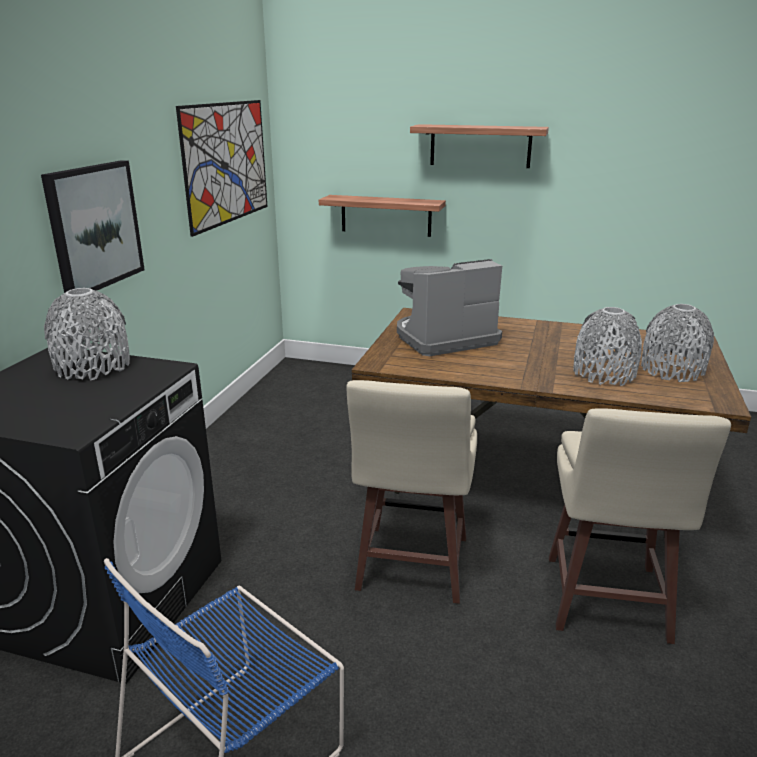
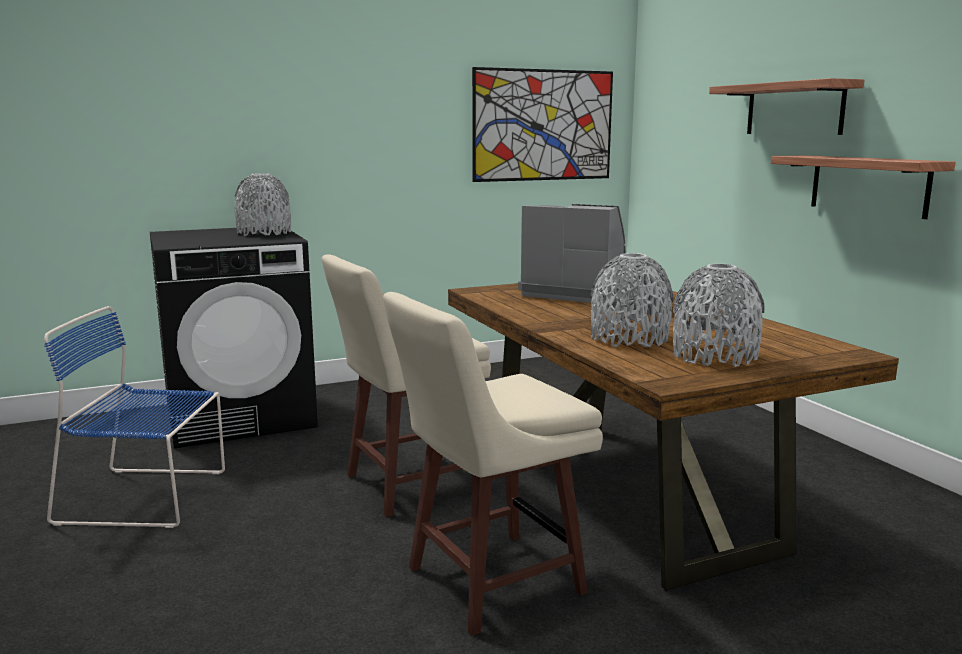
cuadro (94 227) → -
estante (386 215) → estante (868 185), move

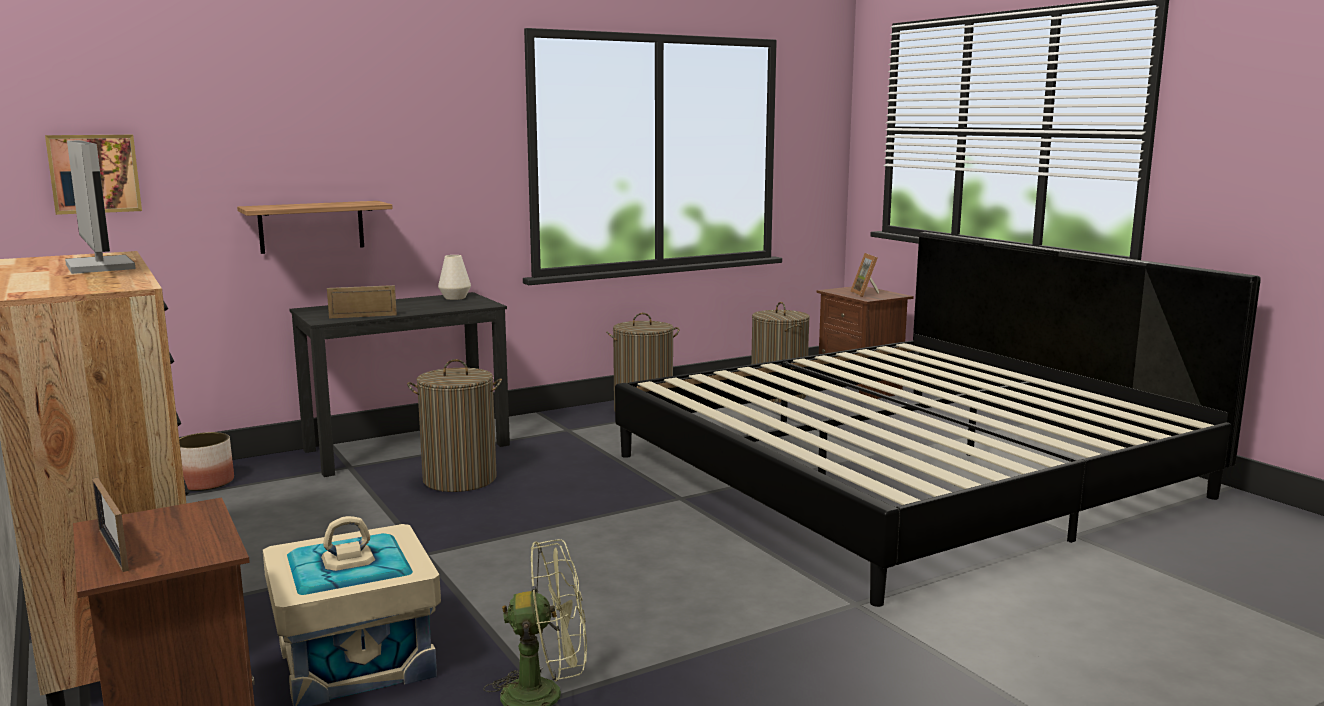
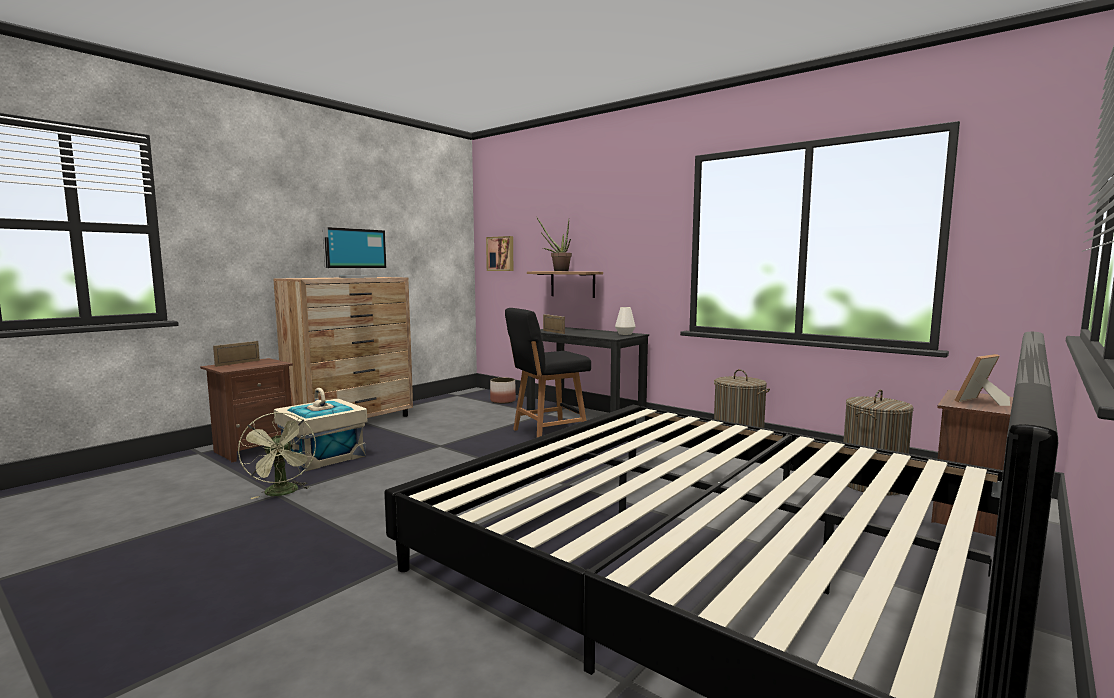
- → planta en maceta (557 271)
cesto de la ropa (459 479) → silla (negro) (547 433)

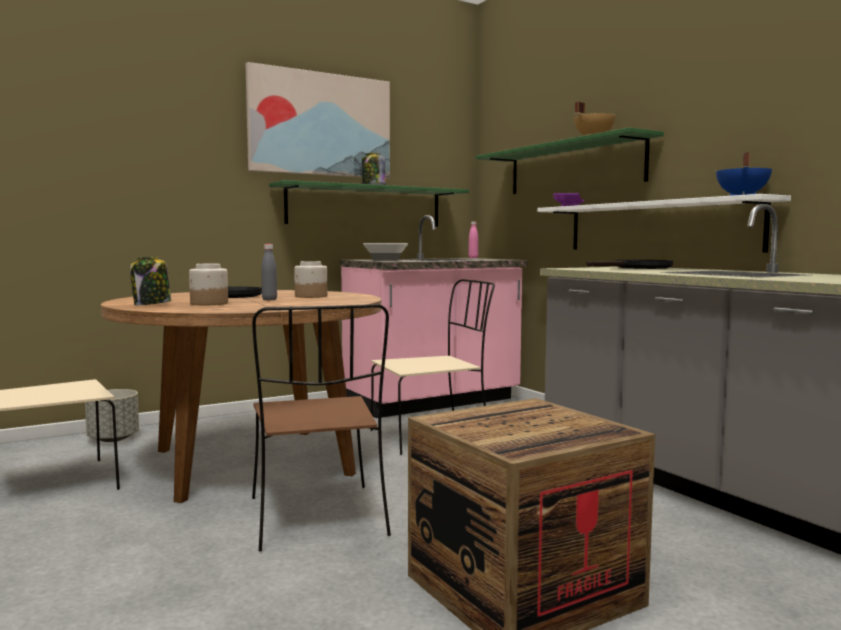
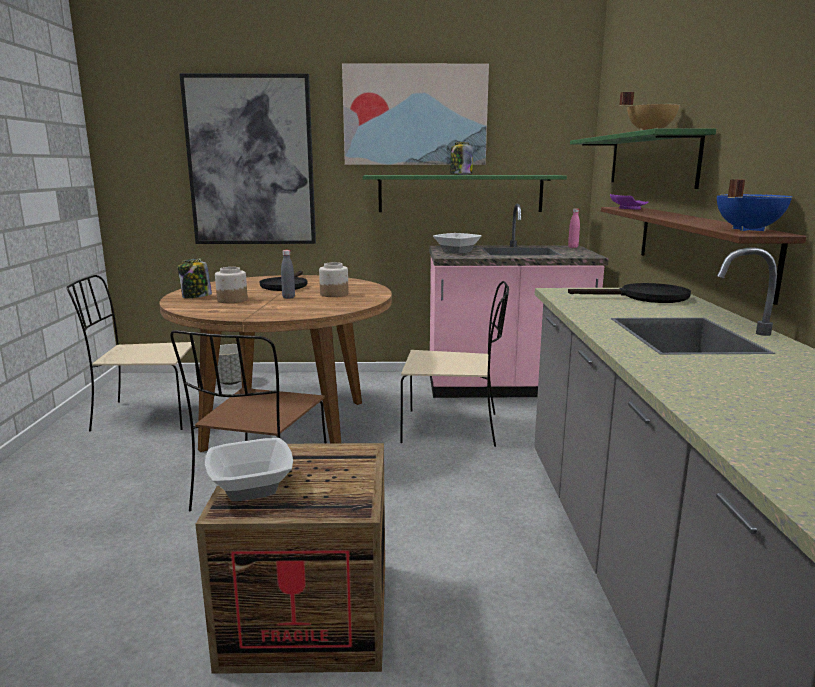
- → cuadro (251 161)
- → cuenco (252 488)
estante (blanco) (657 227) → estante (marrón) (699 246)

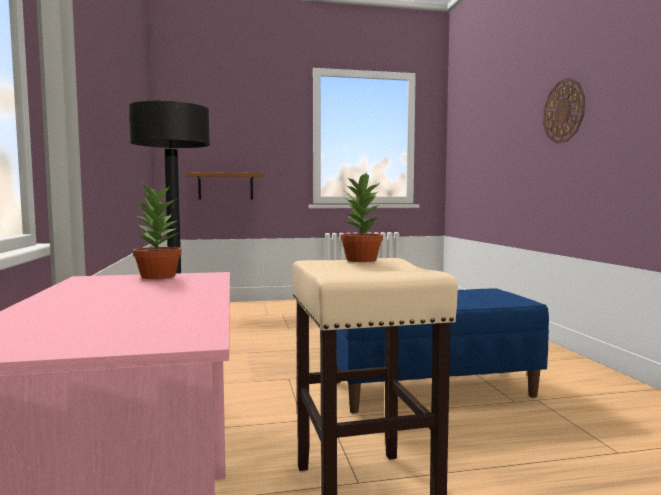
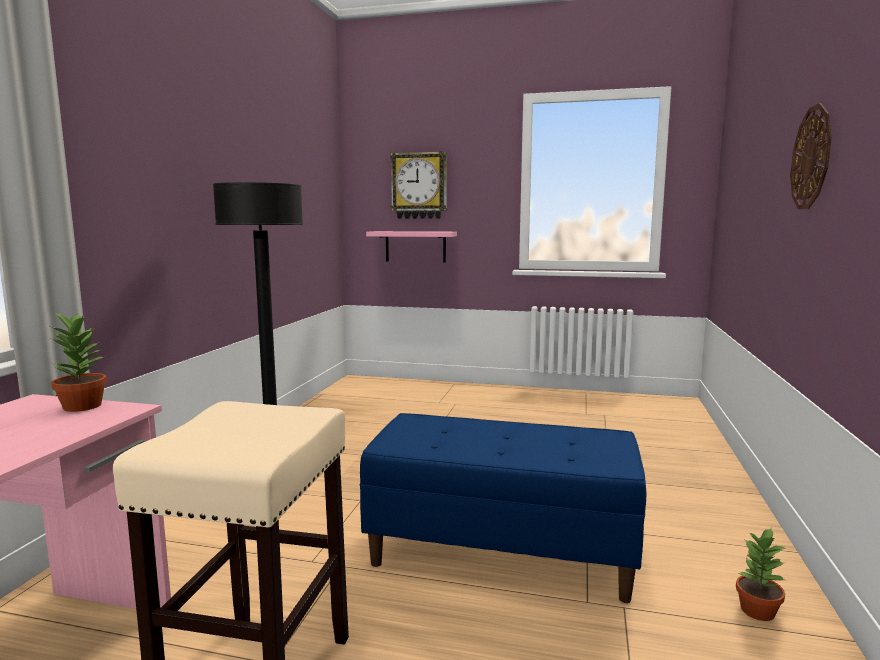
- → reloj de pared (419 186)
planta en maceta (360 260) → planta en maceta (756 611), move
estante (marrón) (225 186) → estante (rosa) (415 246)

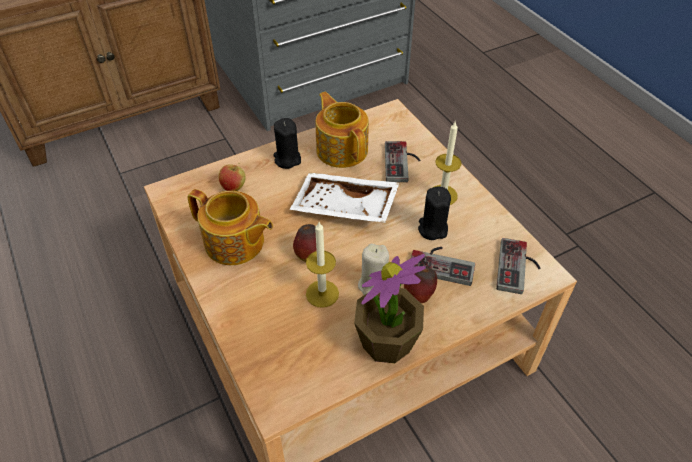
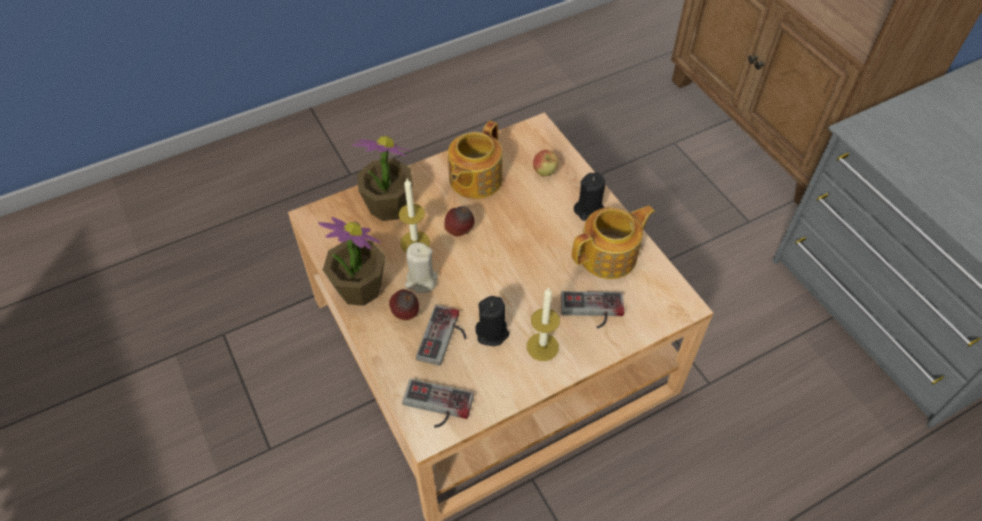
bandeja (blanco) (344 208) → -
- → planta en maceta (388 206)

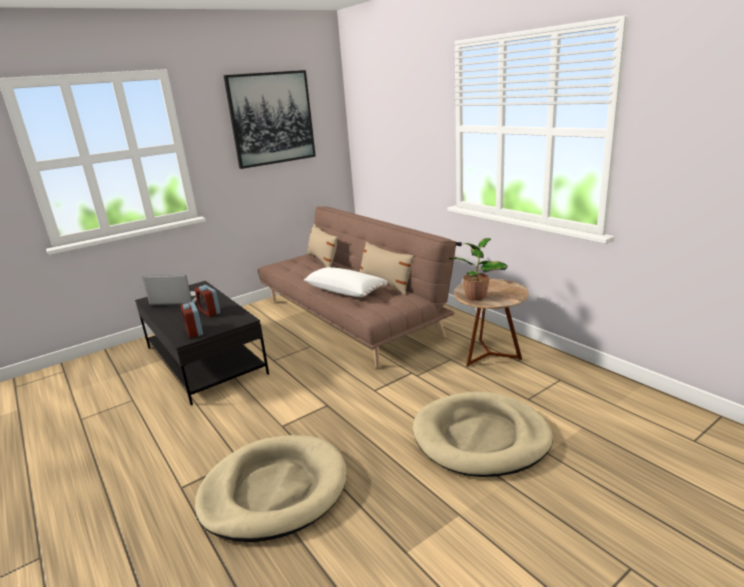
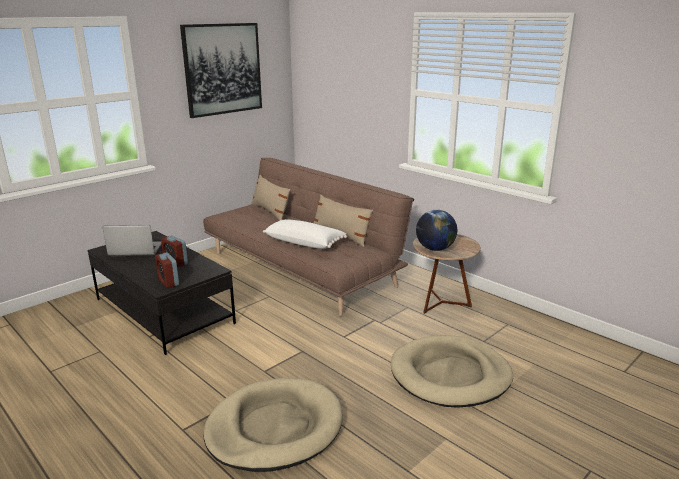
planta en maceta (476 296) → globo terráqueo (435 249)

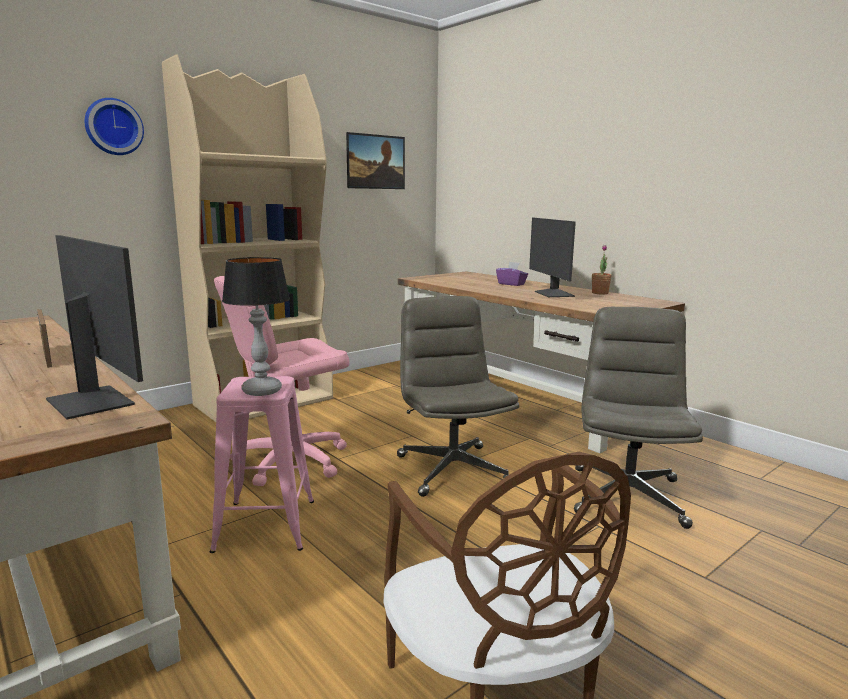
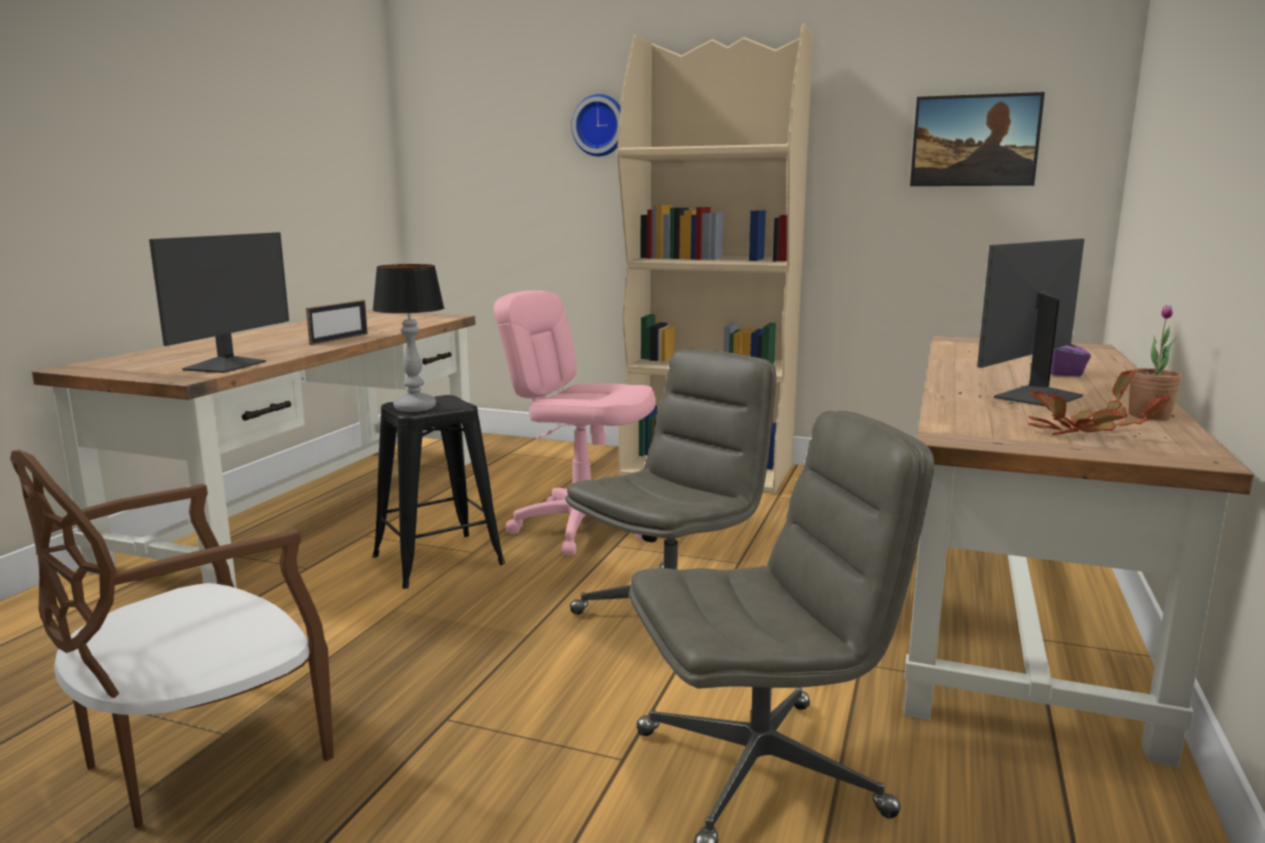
- → planta en maceta (1080 432)
taburete (rosa) (266 525) → taburete (negro) (438 560)

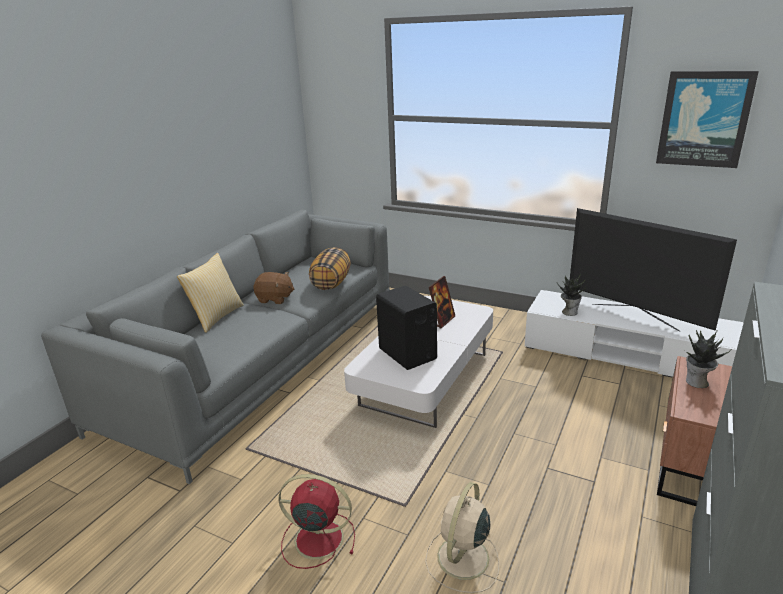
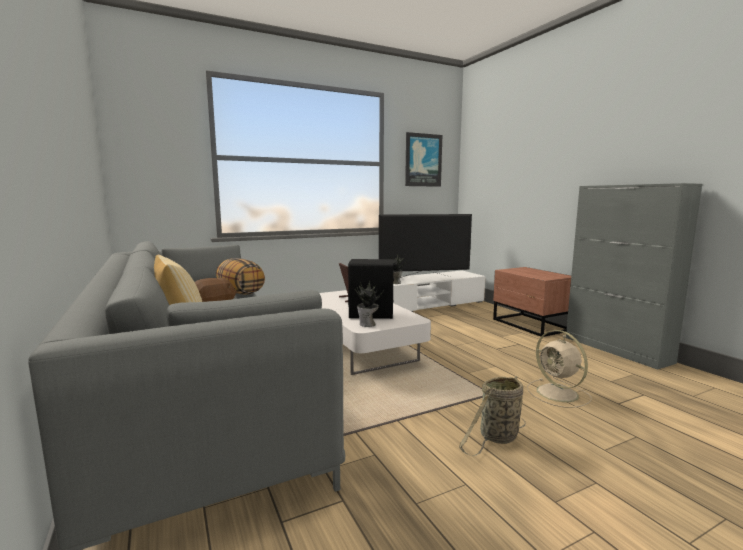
planta en maceta (697 382) → planta en maceta (367 324), move
ventilador (rojo) (317 538) → cesta (497 438)

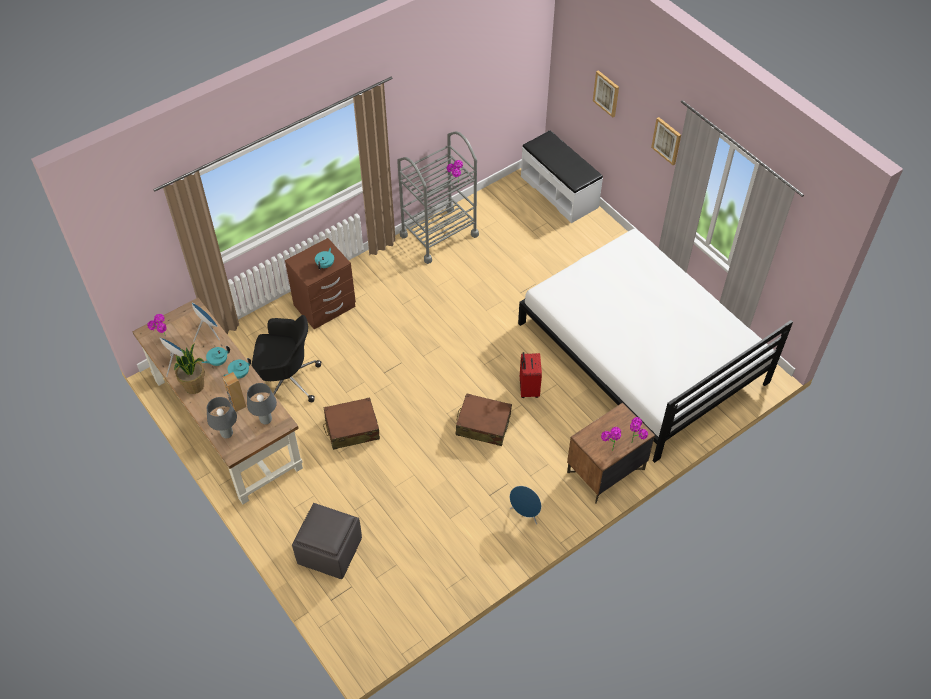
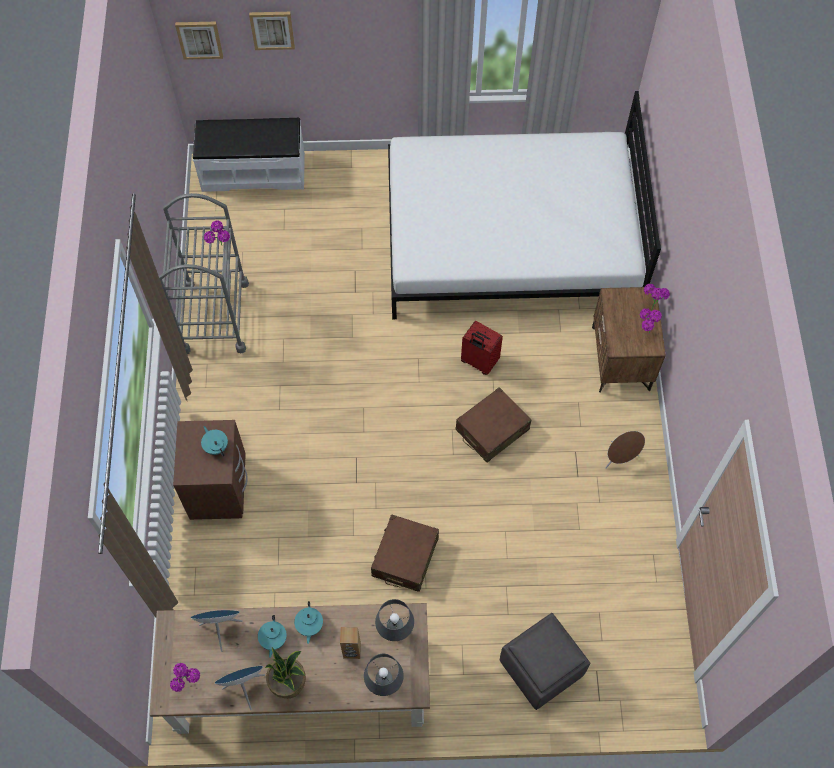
silla de oficina (negro) (287 380) → -
cuadro (667 140) → cuadro (199 39), move
altavoz (azul) (525 514) → altavoz (marrón) (620 458)

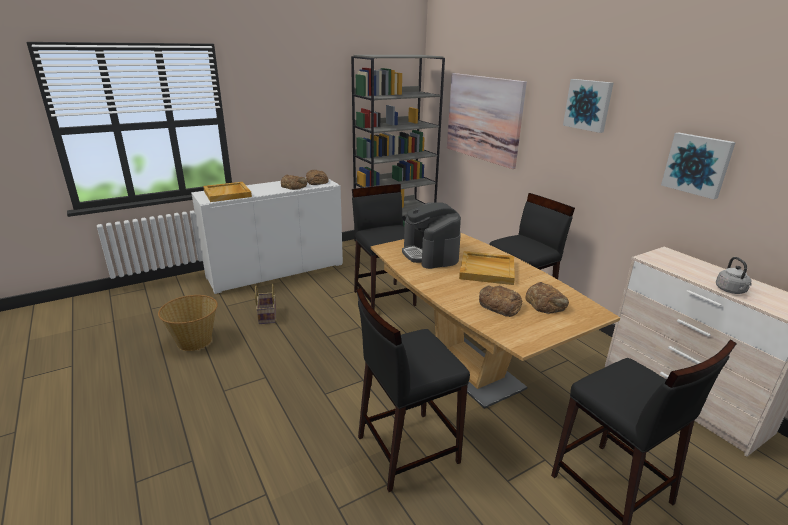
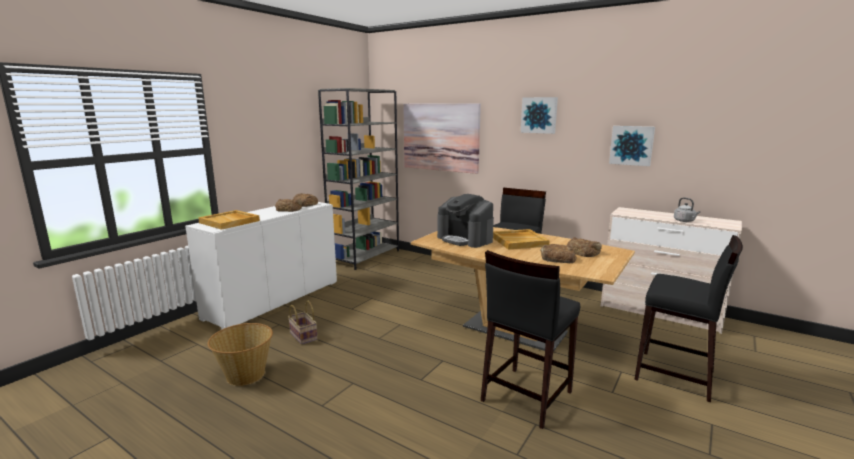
taburete (negro) (384 298) → -

